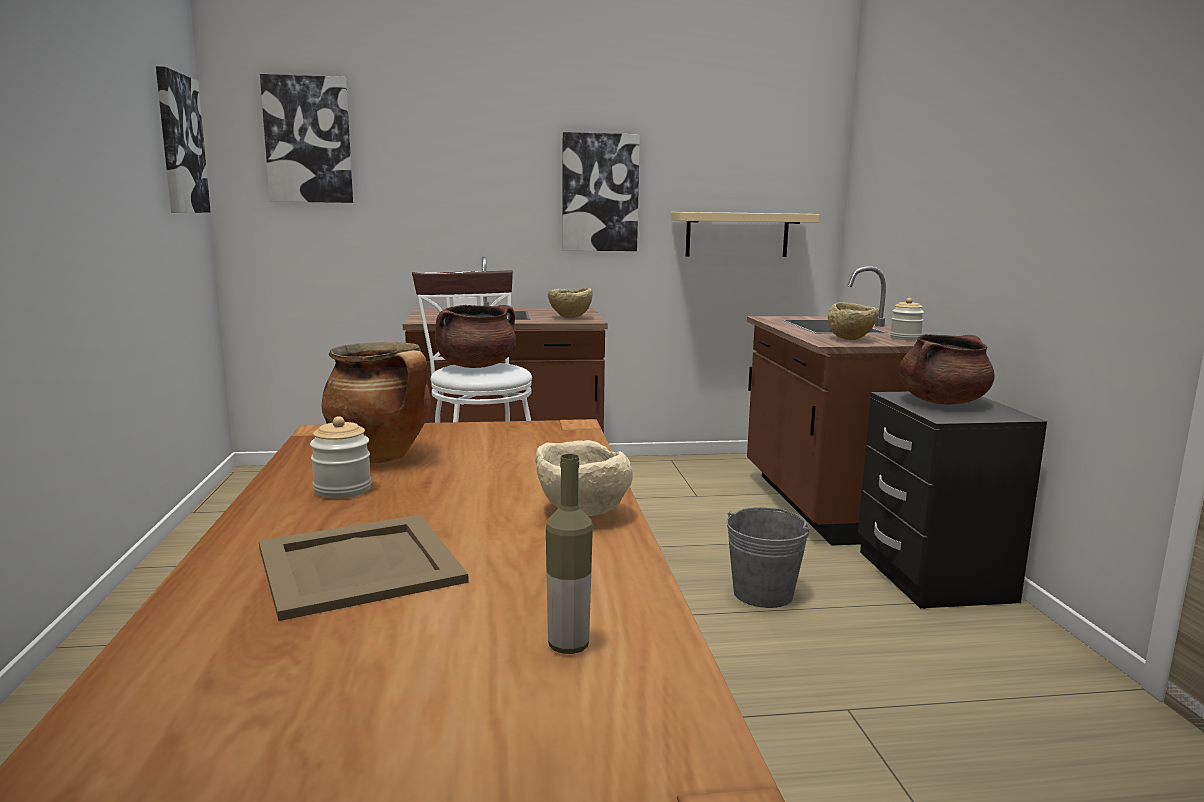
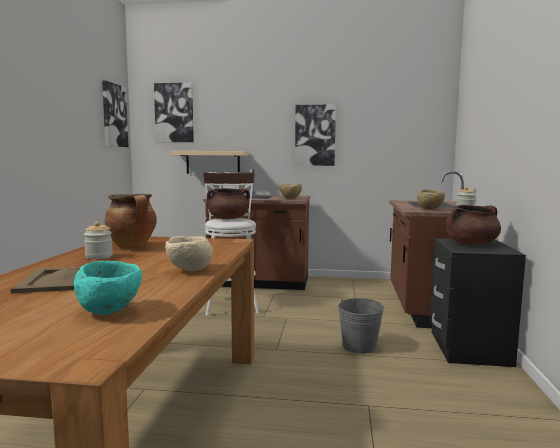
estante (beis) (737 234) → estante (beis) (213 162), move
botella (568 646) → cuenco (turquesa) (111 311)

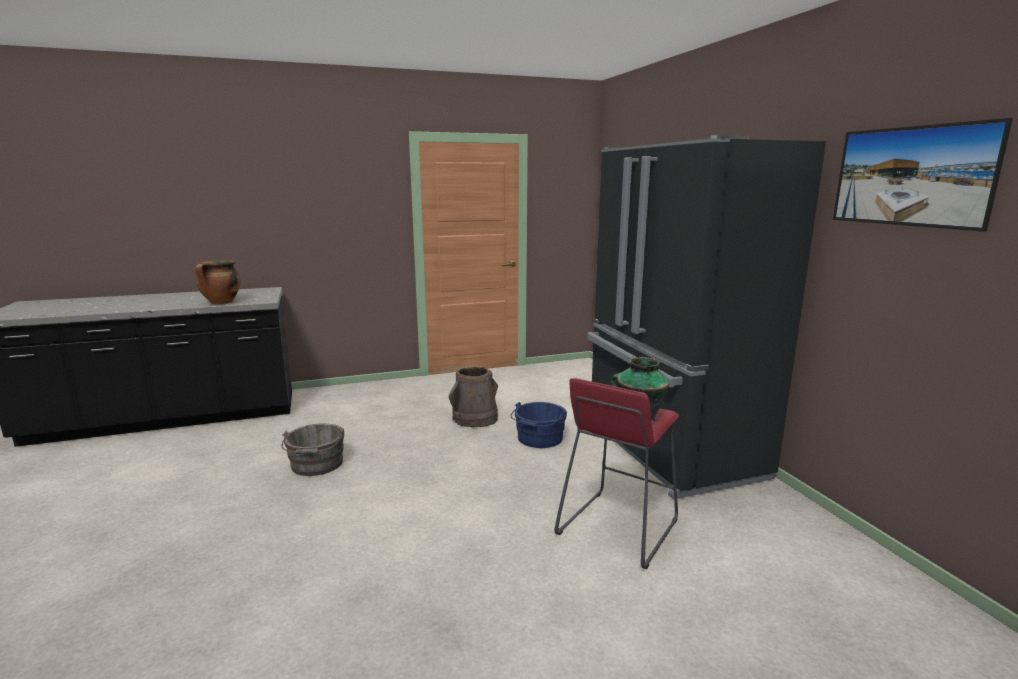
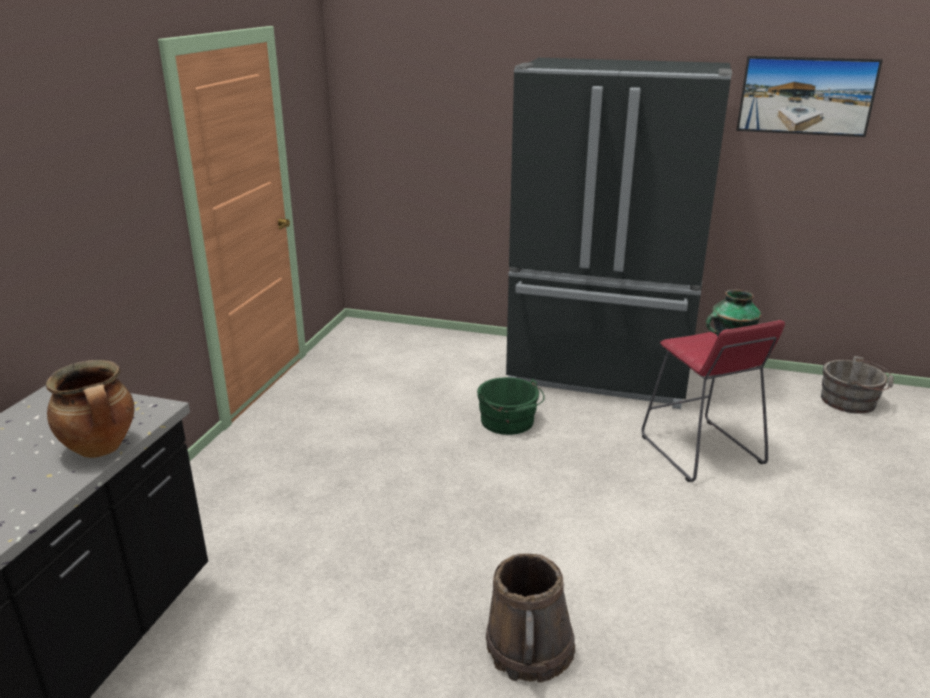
cubo (gris) (316 465) → cubo (gris) (851 401), move
cubo (marrón) (475 419) → cubo (marrón) (529 648), move
cubo (azul) (538 439) → cubo (verde) (509 422)

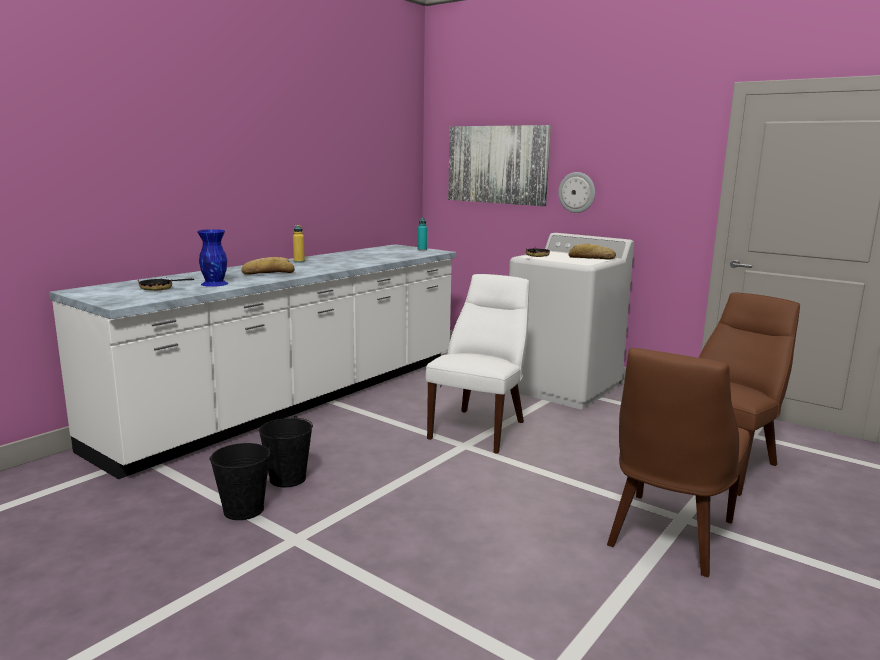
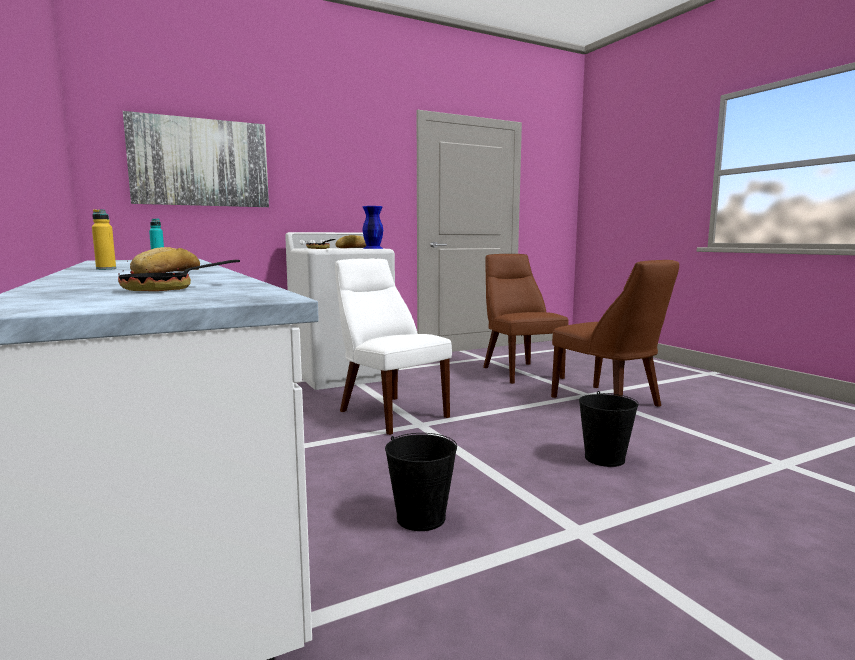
reloj de pared (577 192) → -
florero (azul) (214 283) → florero (azul) (372 248), move
cubo (negro) (243 509) → cubo (negro) (604 458), move

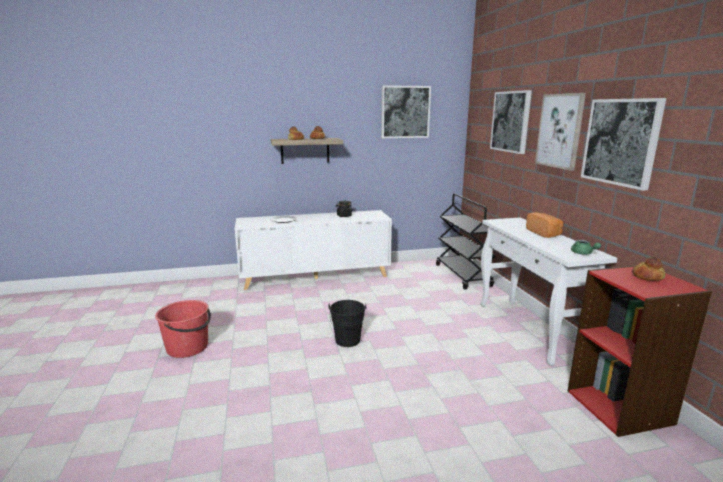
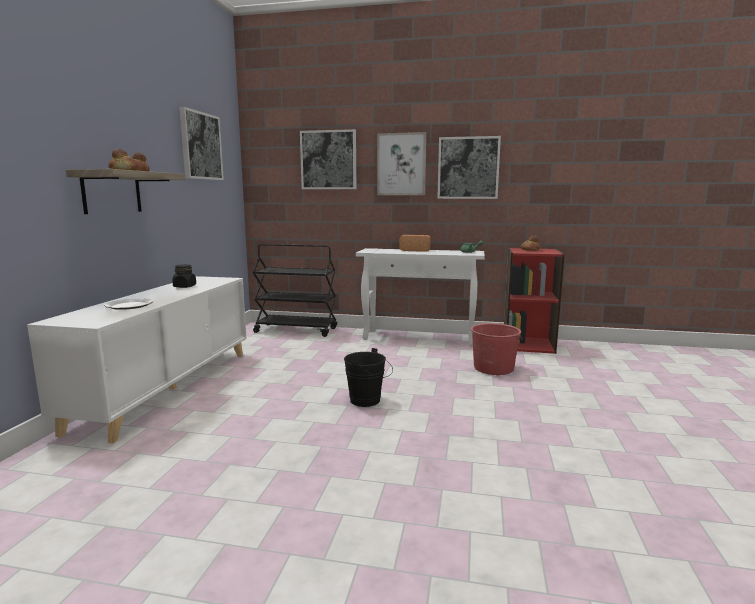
cubo (rojo) (188 347) → cubo (rojo) (494 368), move

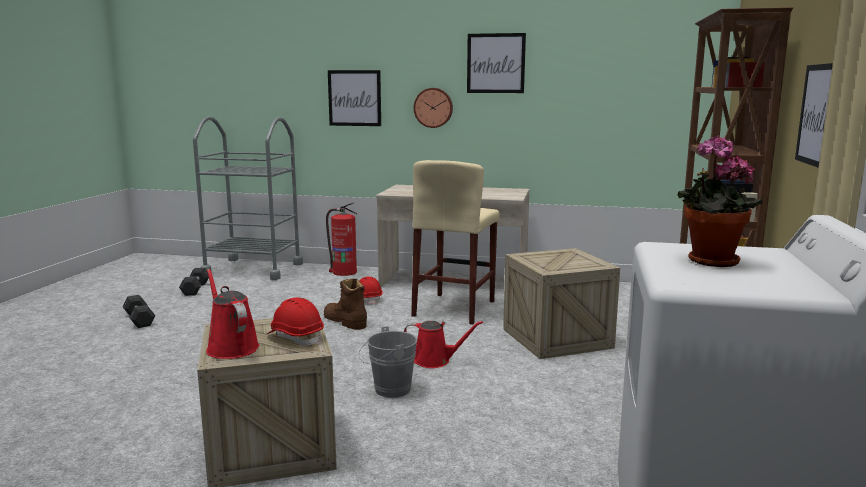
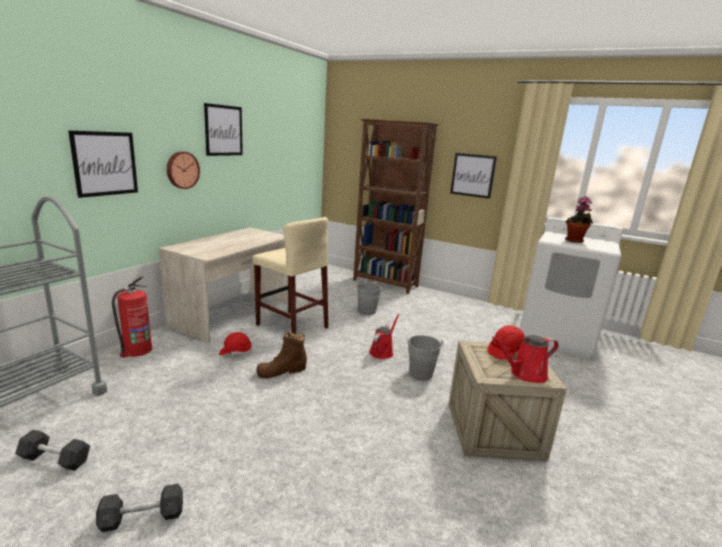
caja de embalaje (556 338) → cubo (gris) (367 312)

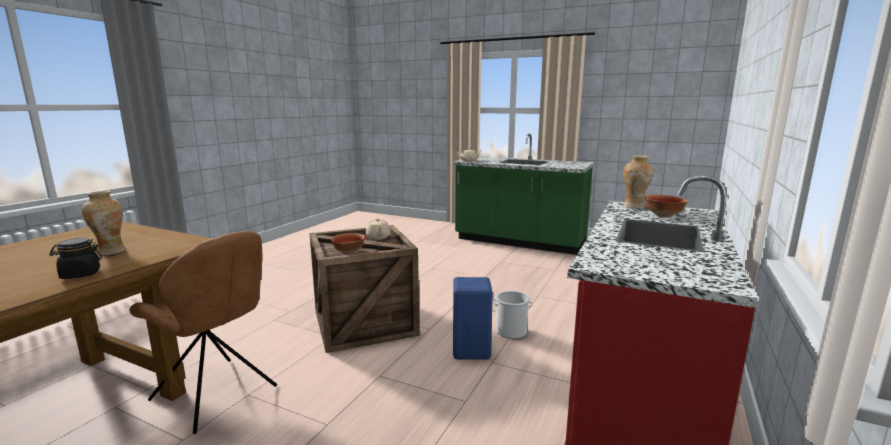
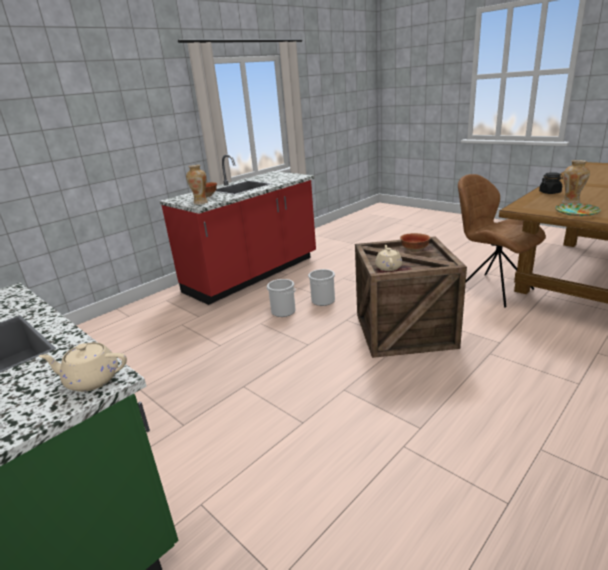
- → plato (576 212)
taburete (azul) (472 351) → cubo (323 300)

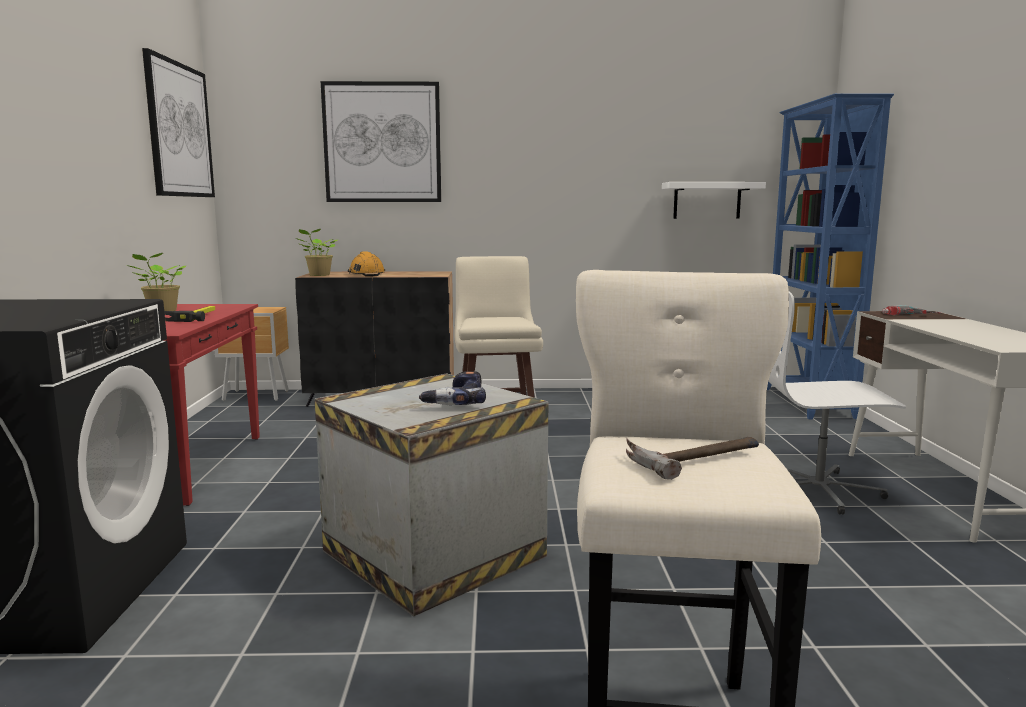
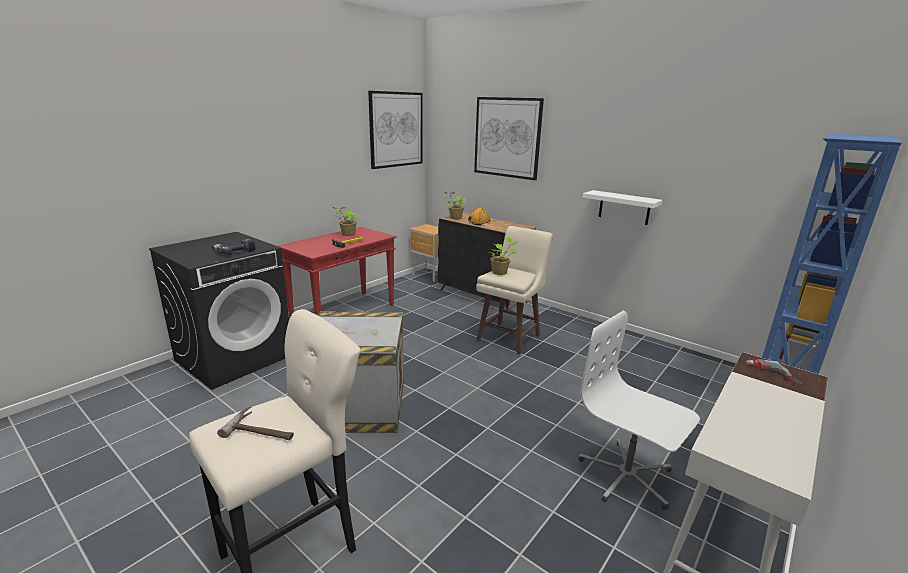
- → planta en maceta (500 272)
taladro (455 401) → taladro (234 252), move
estante (blanco) (707 200) → estante (blanco) (624 207), move

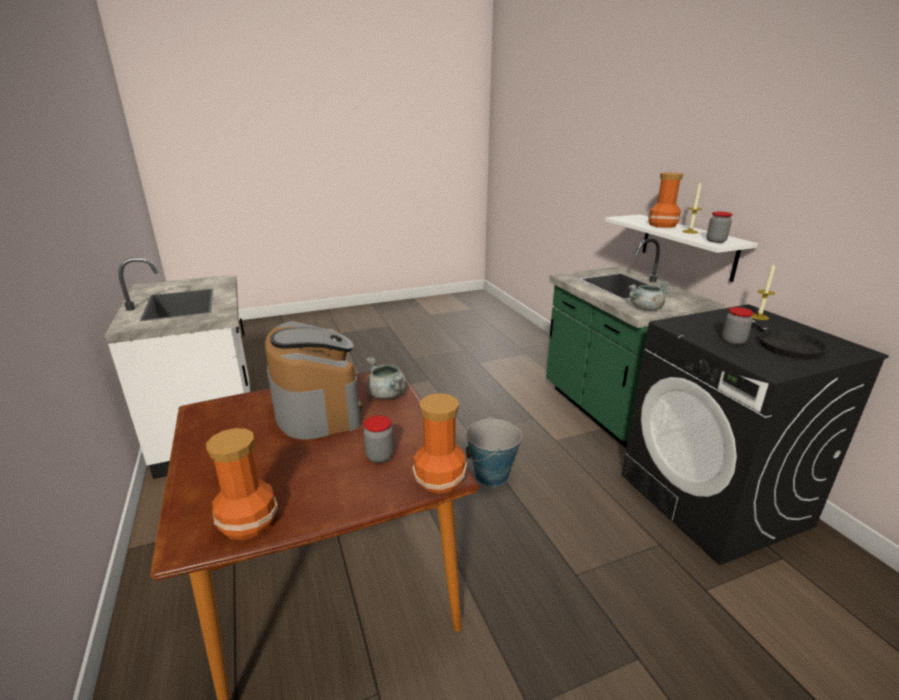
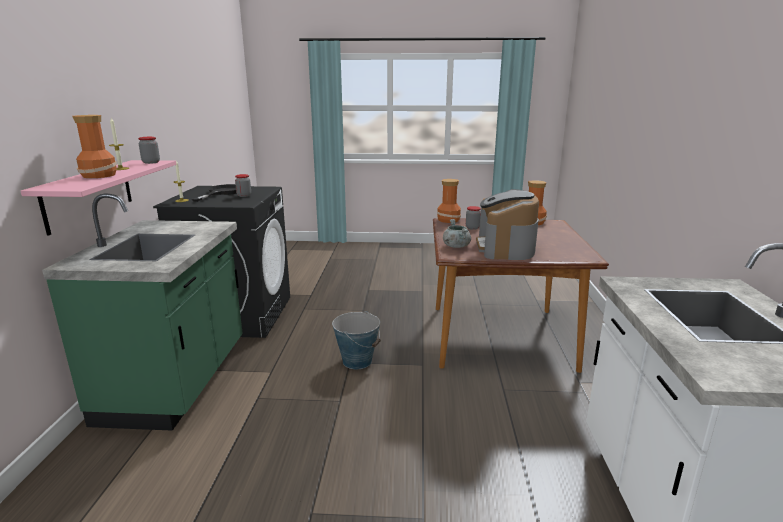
olla (gris) (646 308) → -
estante (blanco) (687 246) → estante (rosa) (89 194)

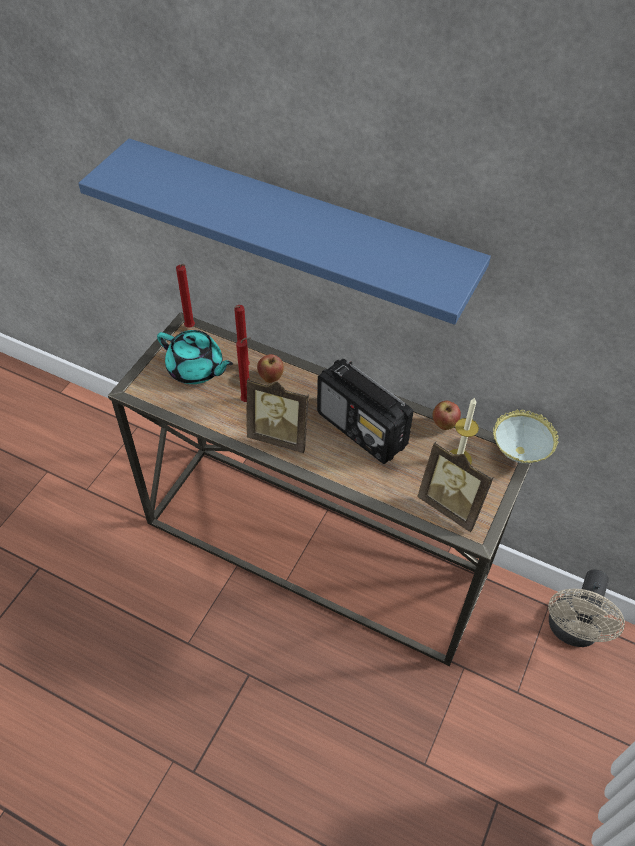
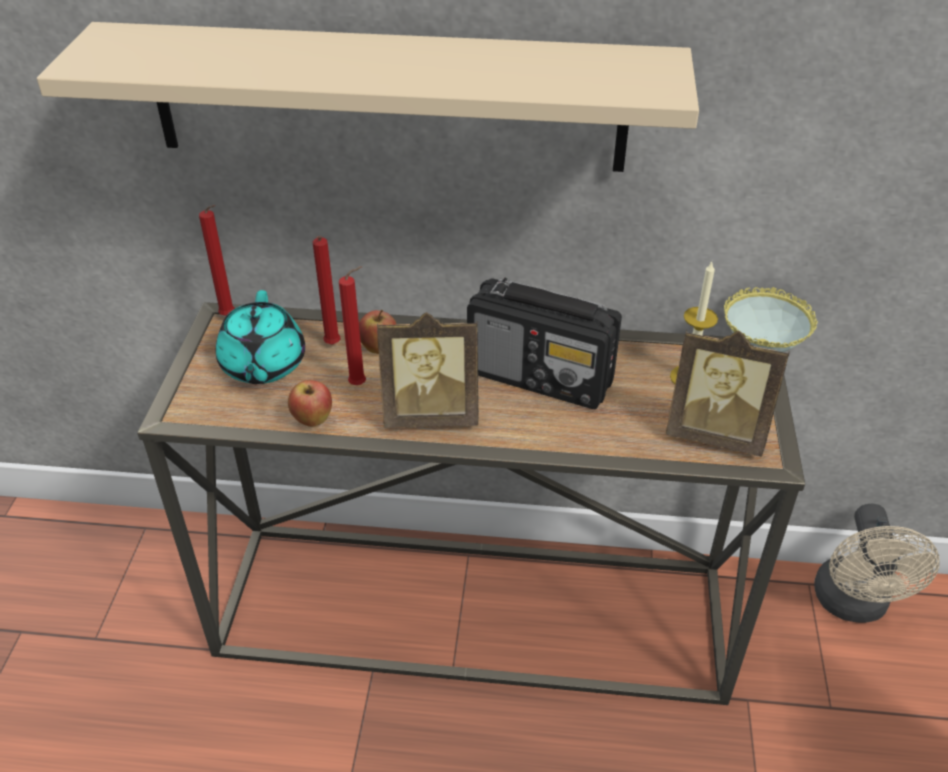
manzana (444 425) → manzana (313 420), move
estante (azul) (298 229) → estante (beis) (388 98)
tetera (turquesa) (196 369) → tetera (turquesa) (263 365), 75 degrees clockwise

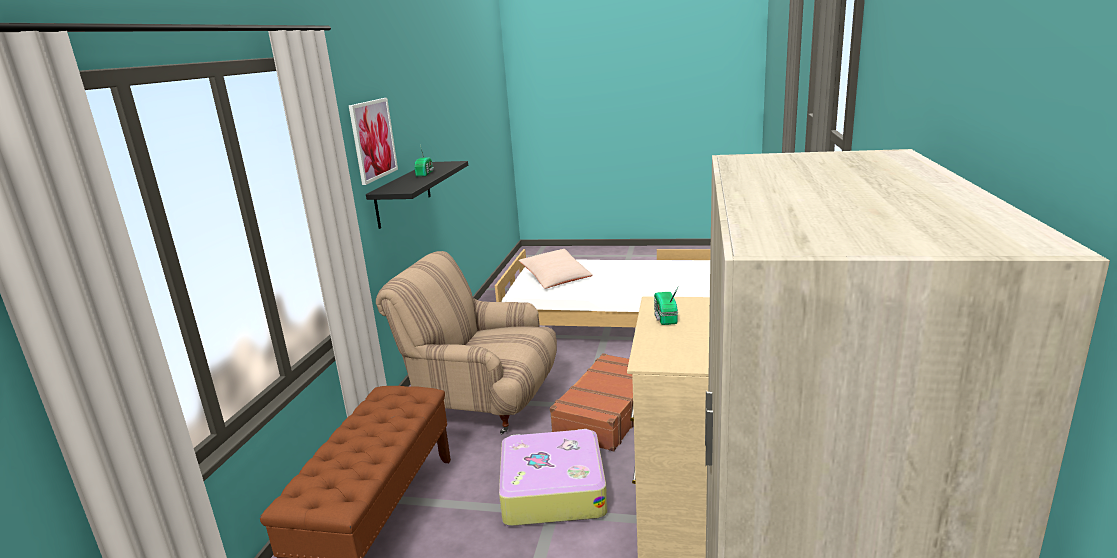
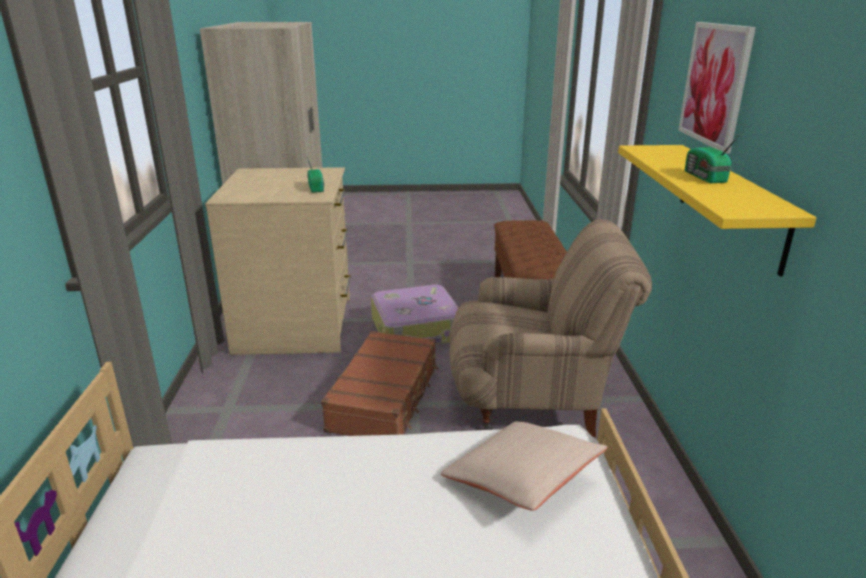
estante (negro) (403 194) → estante (amarillo) (730 204)

